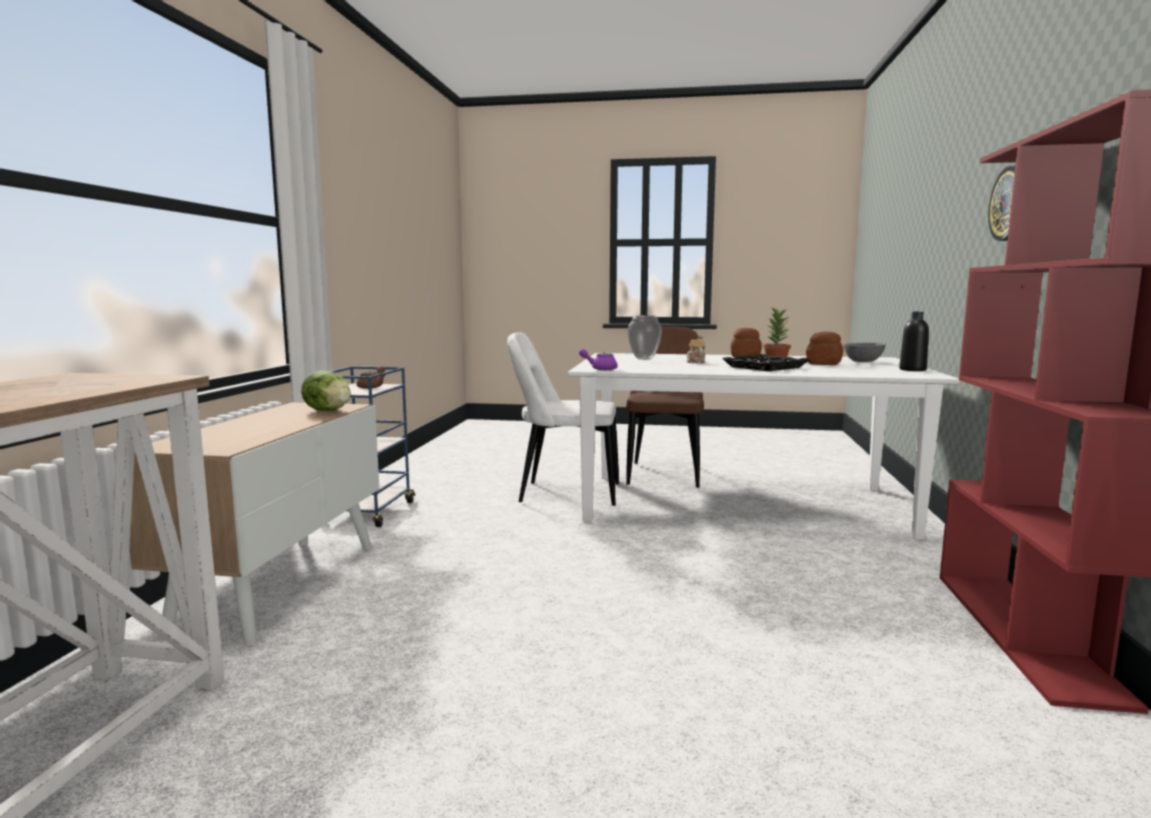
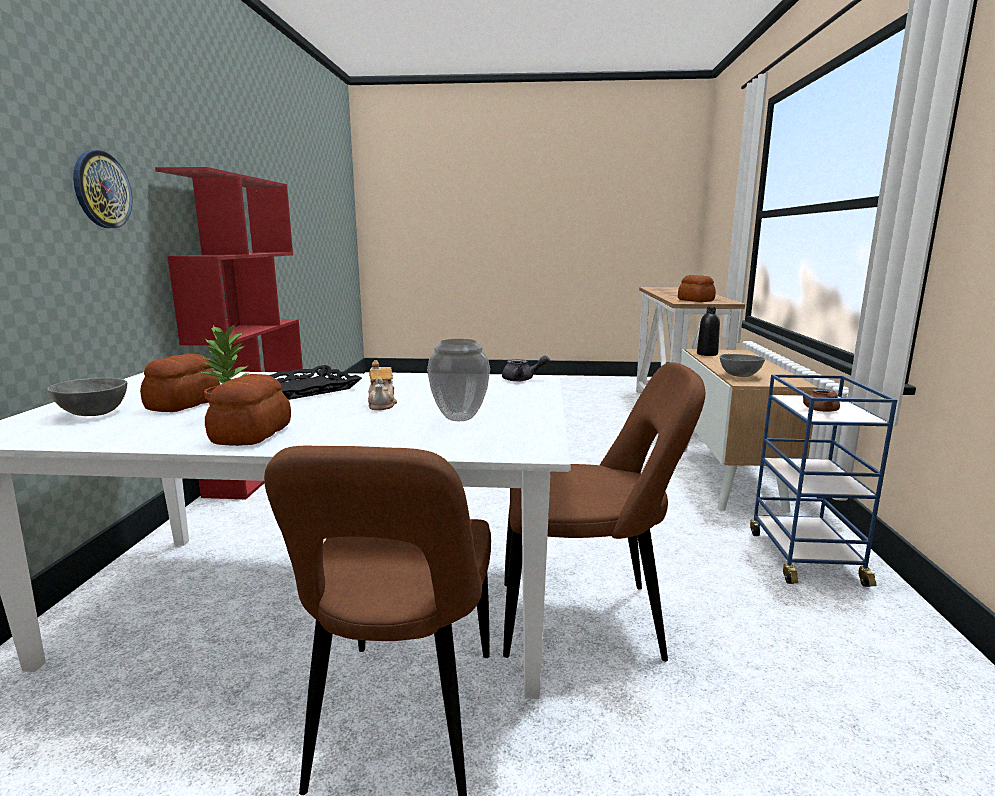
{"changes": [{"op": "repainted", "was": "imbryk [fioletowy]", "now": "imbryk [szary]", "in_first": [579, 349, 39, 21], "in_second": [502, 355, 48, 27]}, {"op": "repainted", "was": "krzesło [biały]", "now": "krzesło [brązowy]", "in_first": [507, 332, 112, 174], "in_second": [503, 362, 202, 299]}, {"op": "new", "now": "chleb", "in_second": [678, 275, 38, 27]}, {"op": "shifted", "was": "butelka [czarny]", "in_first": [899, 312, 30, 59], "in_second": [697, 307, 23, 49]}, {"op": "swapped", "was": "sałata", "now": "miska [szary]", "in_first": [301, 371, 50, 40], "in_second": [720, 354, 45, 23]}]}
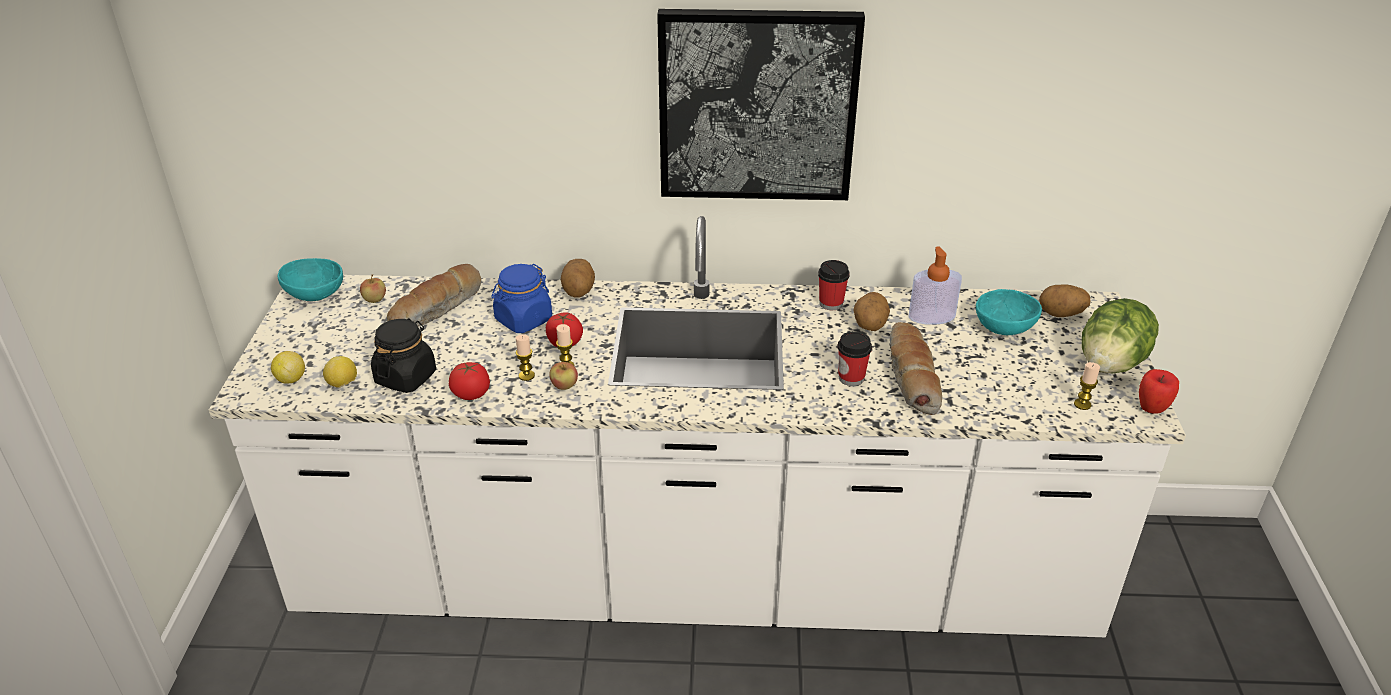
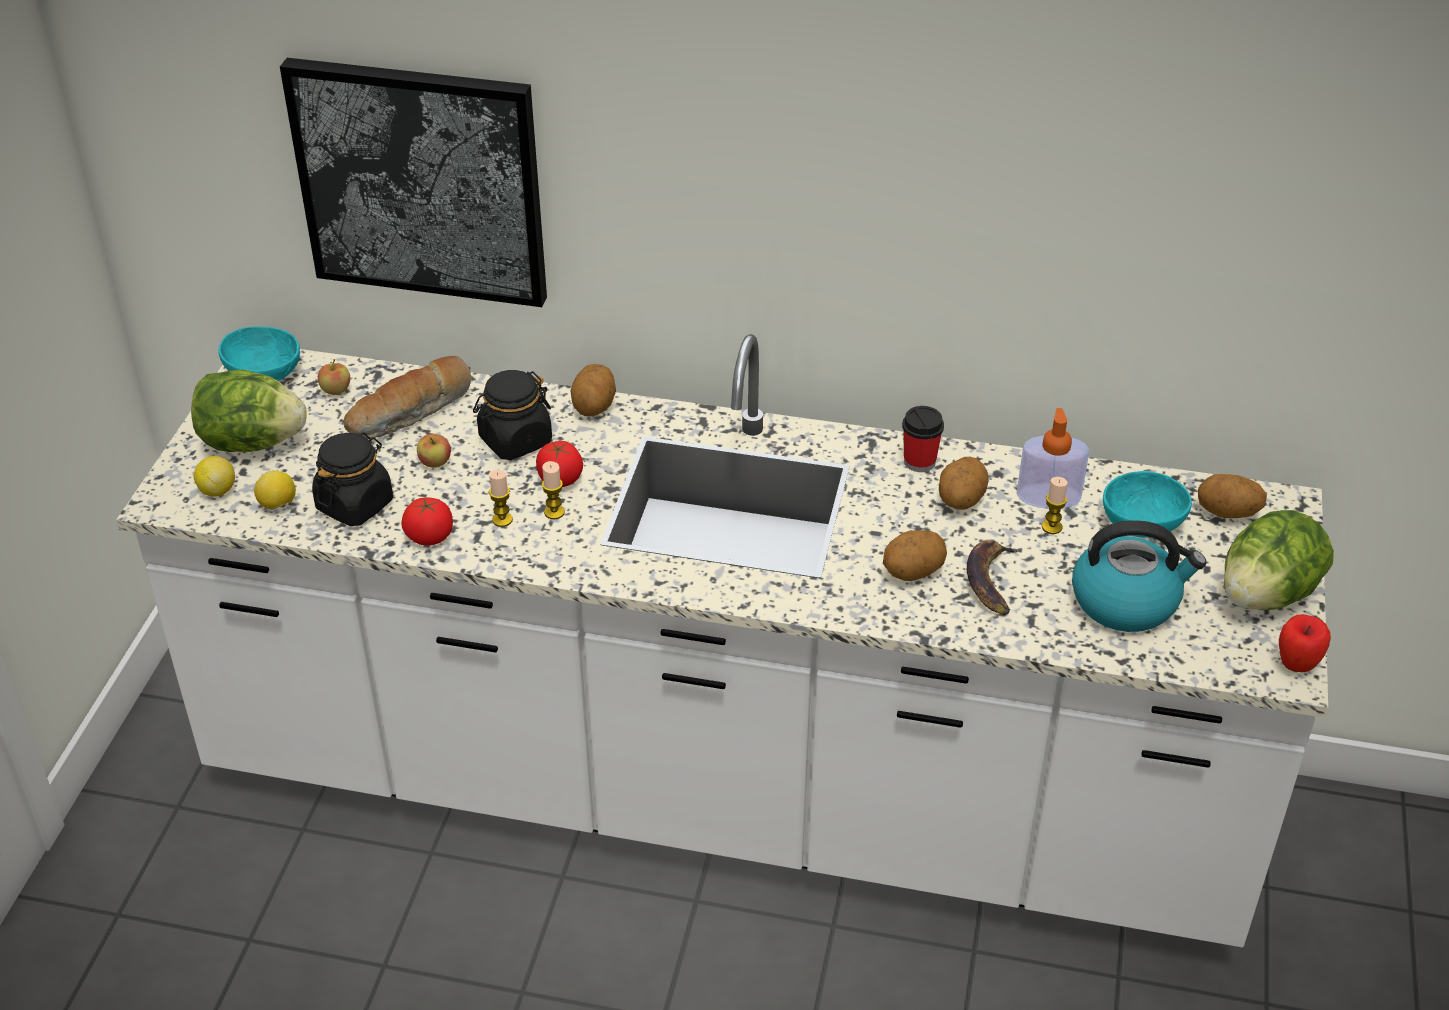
{"changes": [{"op": "new", "now": "sałata", "in_second": [191, 369, 116, 83]}, {"op": "shifted", "was": "obraz", "in_first": [657, 9, 208, 191], "in_second": [280, 58, 267, 249]}, {"op": "shifted", "was": "jabłko", "in_first": [549, 362, 29, 28], "in_second": [417, 434, 34, 34]}, {"op": "repainted", "was": "słoik [niebieski]", "now": "słoik [czarny]", "in_first": [491, 264, 61, 69], "in_second": [473, 370, 79, 90]}, {"op": "swapped", "was": "filiżanka", "now": "ziemniak", "in_first": [837, 331, 35, 55], "in_second": [883, 530, 64, 51]}, {"op": "swapped", "was": "chleb", "now": "banan", "in_first": [890, 322, 52, 93], "in_second": [967, 540, 53, 75]}, {"op": "shifted", "was": "świeca", "in_first": [1074, 362, 26, 48], "in_second": [1042, 477, 26, 57]}, {"op": "new", "now": "czajnik", "in_second": [1072, 520, 135, 112]}]}
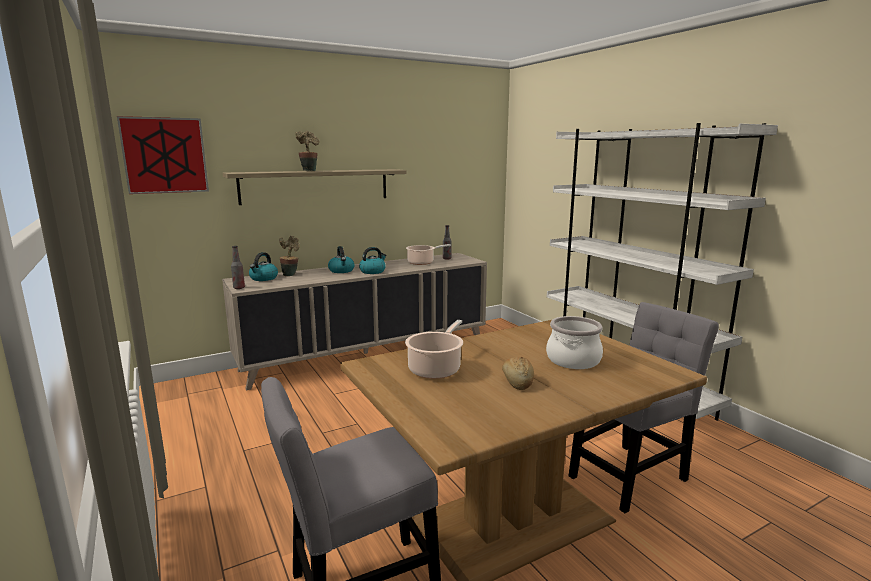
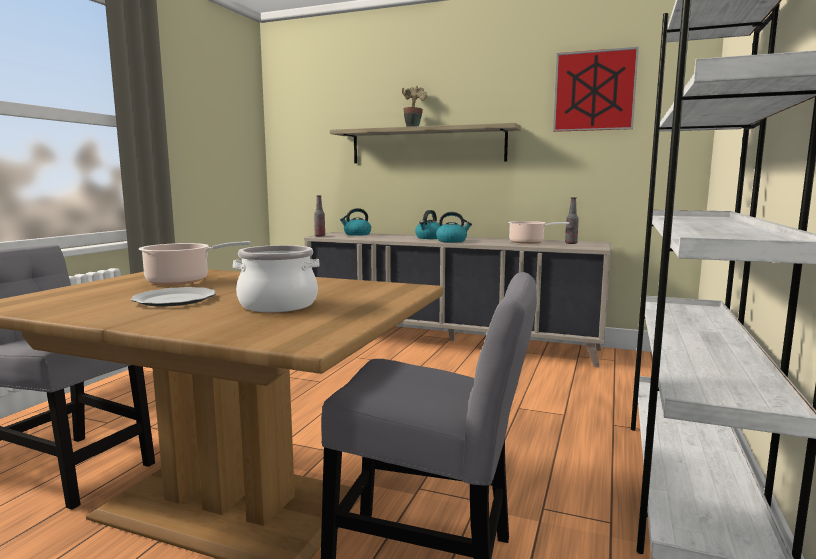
{"changes": [{"op": "swapped", "was": "chleb", "now": "talerz", "in_first": [502, 357, 32, 33], "in_second": [131, 287, 85, 20]}, {"op": "shifted", "was": "obraz", "in_first": [117, 116, 92, 78], "in_second": [553, 47, 86, 85]}, {"op": "gone", "was": "roślina doniczkowa", "in_first": [279, 236, 21, 40]}]}
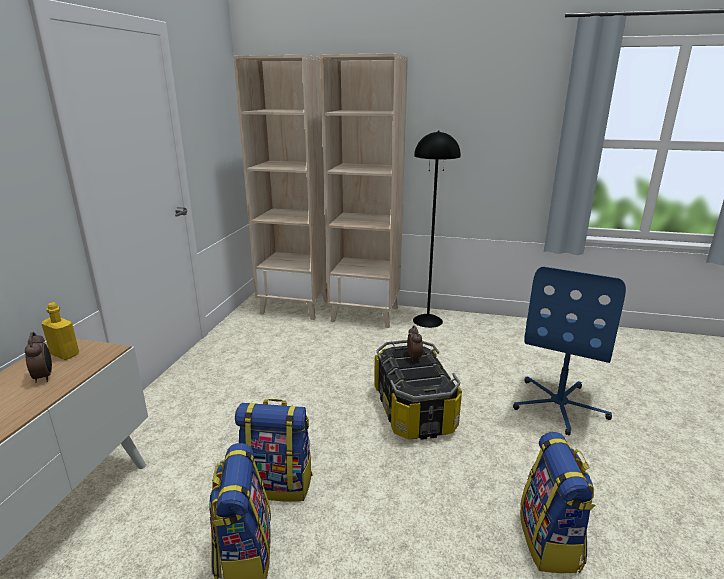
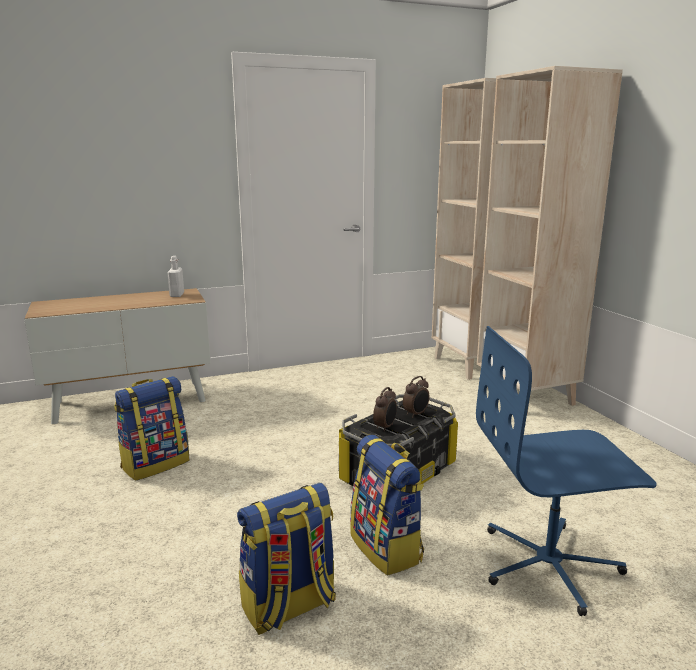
{"changes": [{"op": "repainted", "was": "butelka [żółty]", "now": "butelka [biały]", "in_first": [41, 302, 38, 58], "in_second": [167, 256, 17, 41]}, {"op": "shifted", "was": "plecak", "in_first": [235, 399, 78, 103], "in_second": [350, 435, 74, 141]}, {"op": "shifted", "was": "budzik", "in_first": [25, 332, 27, 51], "in_second": [373, 387, 24, 45]}, {"op": "gone", "was": "lampa stojąca [czarny]", "in_first": [413, 131, 48, 197]}]}
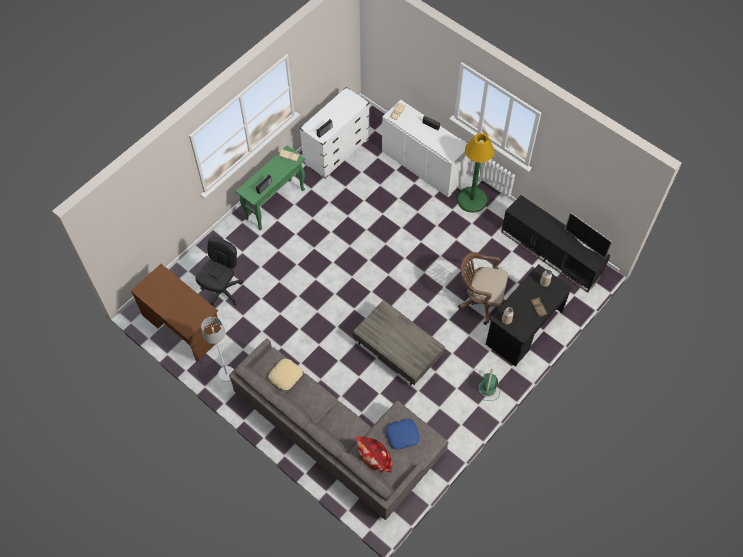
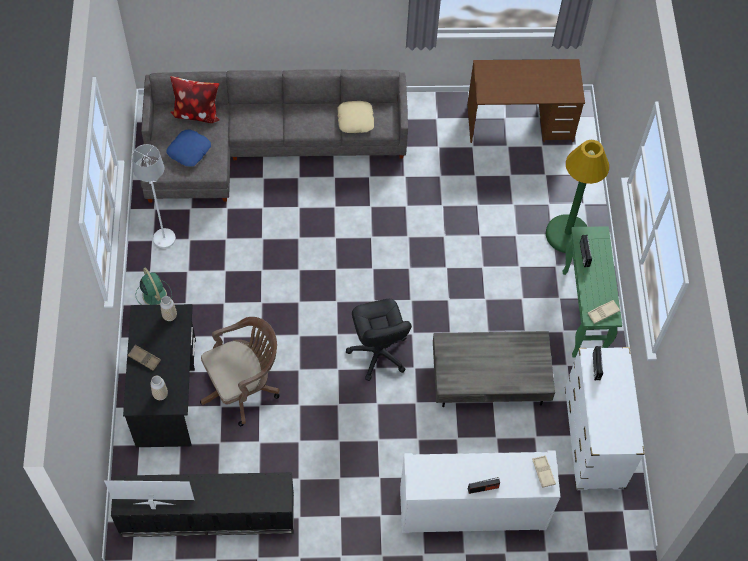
{"changes": [{"op": "shifted", "was": "lampa stojąca [biały]", "in_first": [201, 317, 33, 65], "in_second": [132, 144, 44, 104]}, {"op": "shifted", "was": "krzesło biurowe [czarny]", "in_first": [196, 237, 47, 70], "in_second": [346, 299, 66, 82]}, {"op": "shifted", "was": "ława [szary]", "in_first": [353, 300, 92, 85], "in_second": [433, 331, 122, 76]}, {"op": "shifted", "was": "lampa stojąca [zielony]", "in_first": [457, 133, 38, 80], "in_second": [546, 140, 63, 113]}]}
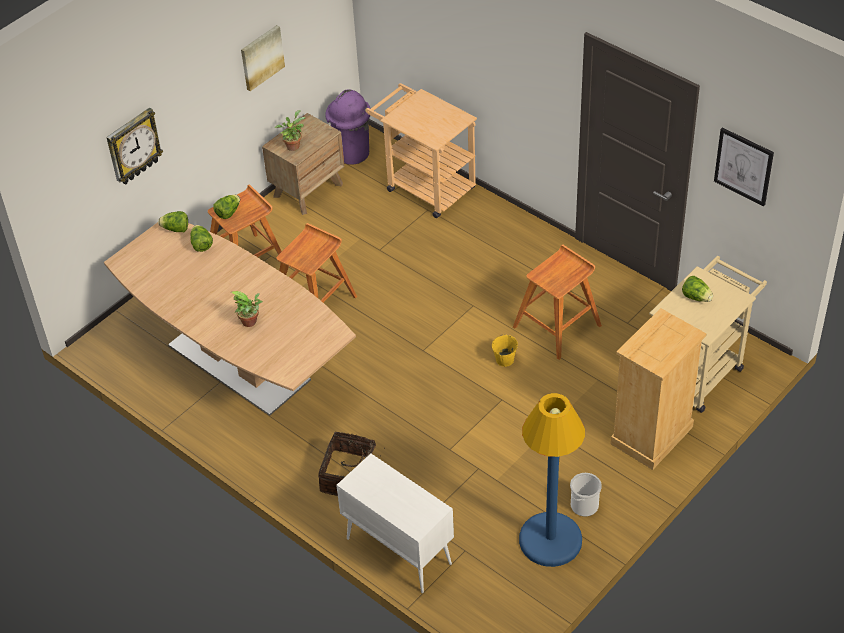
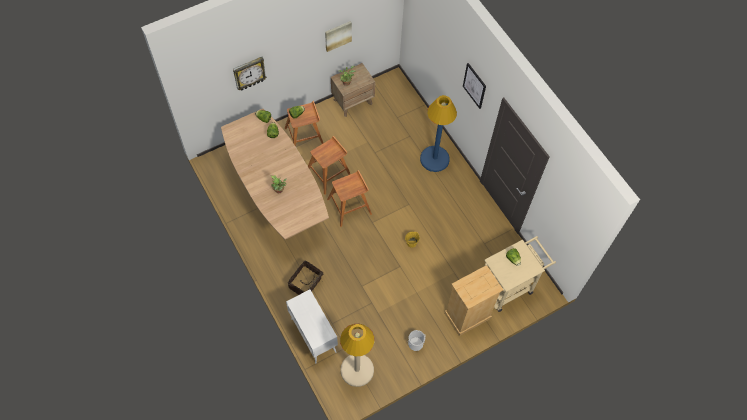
{"changes": [{"op": "shifted", "was": "stołek [brązowy]", "in_first": [513, 244, 89, 116], "in_second": [327, 170, 45, 57]}, {"op": "new", "now": "lampa stojąca [beżowy]", "in_second": [340, 324, 34, 63]}, {"op": "shifted", "was": "lampa stojąca [niebieski]", "in_first": [519, 393, 66, 174], "in_second": [420, 95, 37, 77]}, {"op": "shifted", "was": "obraz", "in_first": [714, 128, 60, 78], "in_second": [463, 63, 23, 46]}, {"op": "gone", "was": "kosz na śmieci [fioletowy]", "in_first": [325, 89, 46, 76]}, {"op": "gone", "was": "wózek [beżowy]", "in_first": [365, 83, 112, 135]}]}
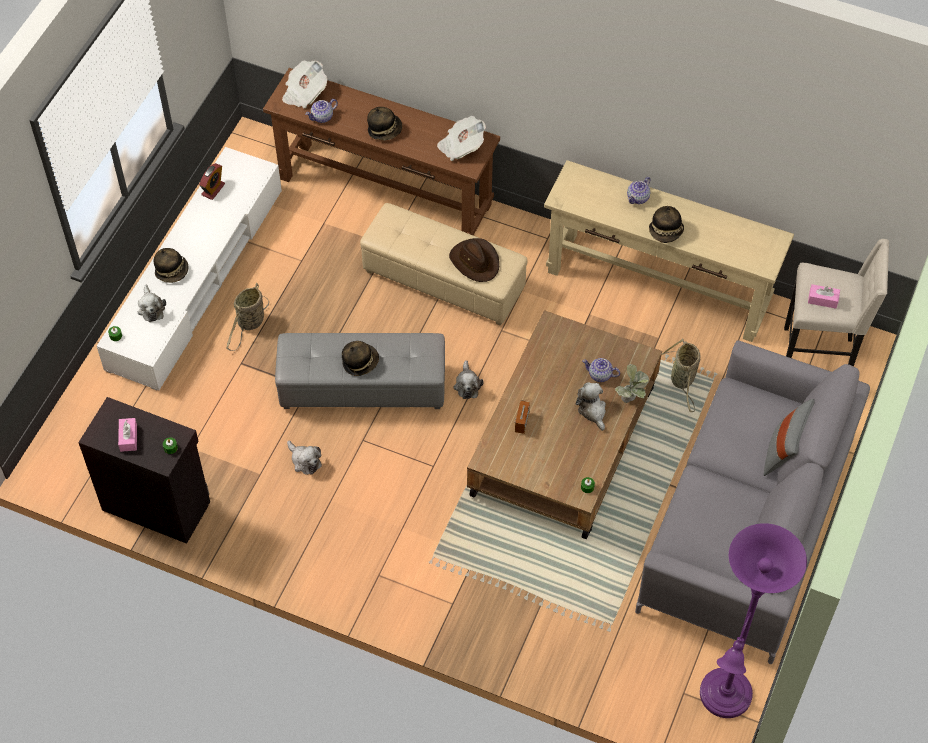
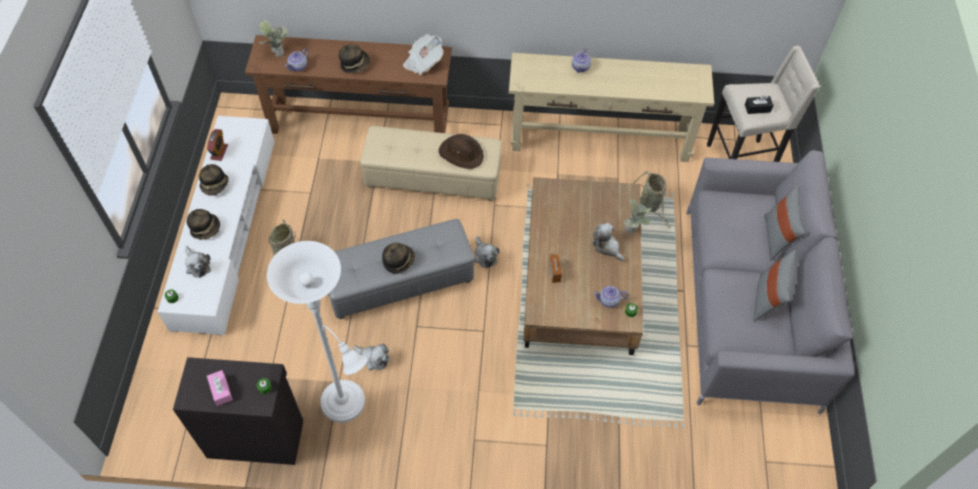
{"changes": [{"op": "shifted", "was": "kapelusz", "in_first": [649, 206, 35, 37], "in_second": [199, 164, 30, 32]}, {"op": "swapped", "was": "gazeta", "now": "roślina doniczkowa", "in_first": [282, 60, 45, 49], "in_second": [259, 20, 29, 37]}, {"op": "new", "now": "lampa stojąca [biały]", "in_second": [267, 241, 101, 182]}, {"op": "shifted", "was": "imbryk", "in_first": [582, 358, 38, 24], "in_second": [593, 286, 35, 22]}, {"op": "repainted", "was": "pudełko chusteczek [różowy]", "now": "pudełko chusteczek [czarny]", "in_first": [808, 284, 32, 24], "in_second": [745, 95, 29, 19]}, {"op": "new", "now": "poduszka [szary]", "in_second": [754, 250, 43, 72]}, {"op": "gone", "was": "lampa stojąca [fioletowy]", "in_first": [700, 523, 107, 195]}]}
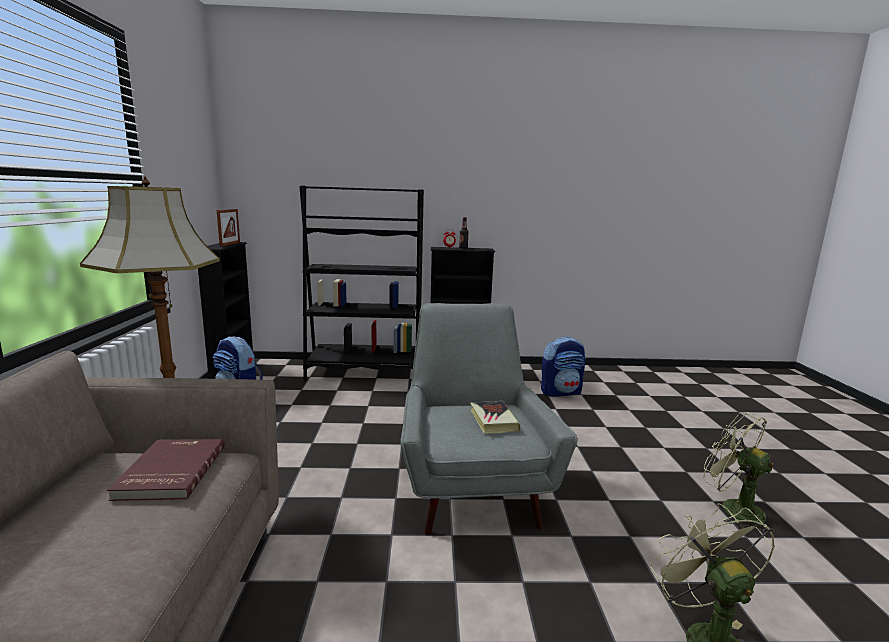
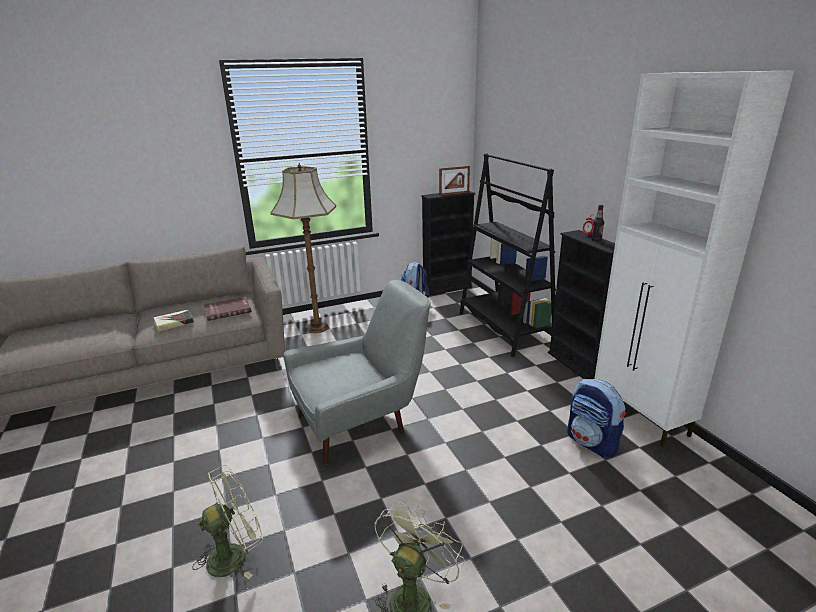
{"changes": [{"op": "shifted", "was": "książka", "in_first": [470, 401, 50, 33], "in_second": [153, 310, 41, 22]}, {"op": "new", "now": "szafka [biały]", "in_second": [594, 70, 200, 377]}]}
